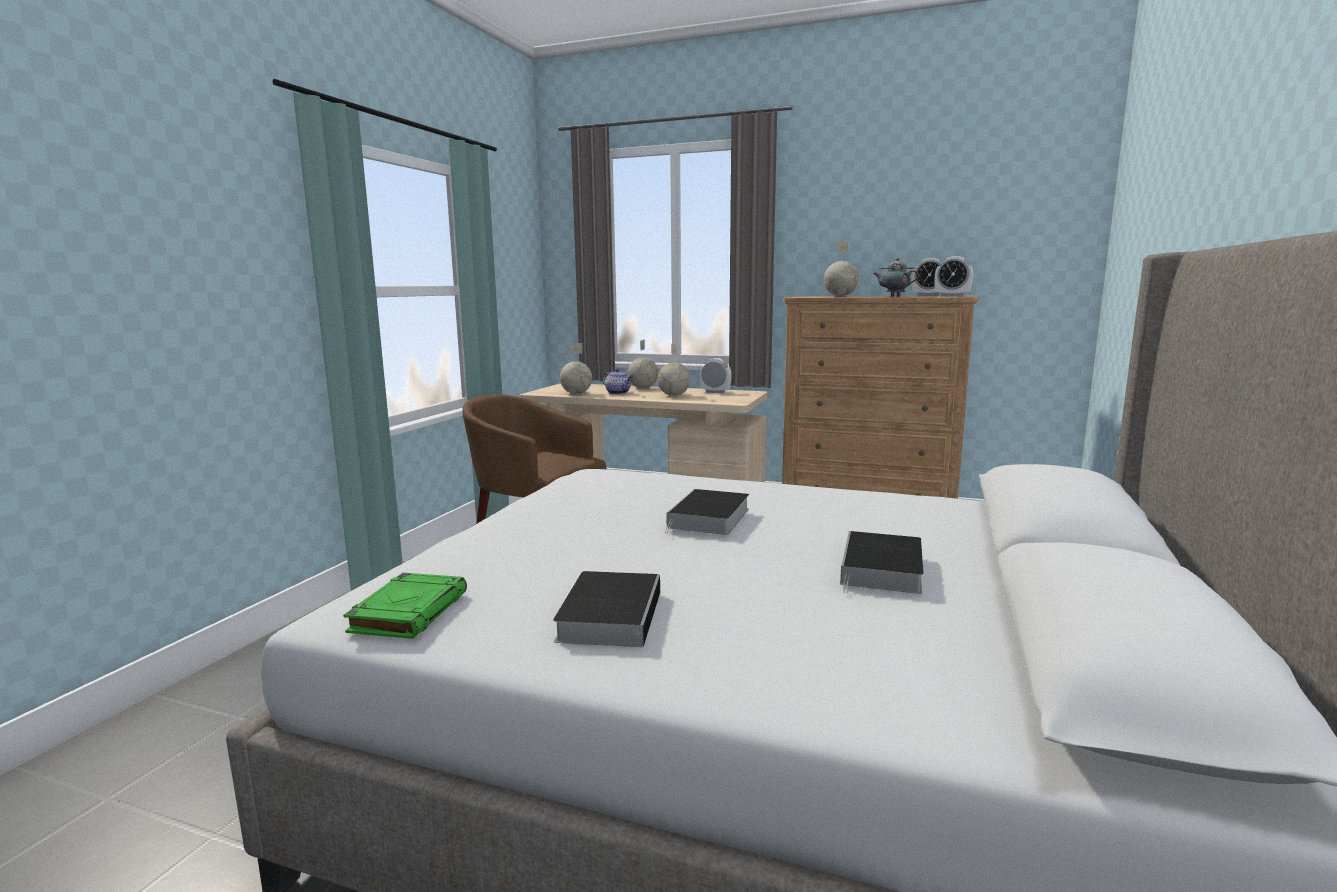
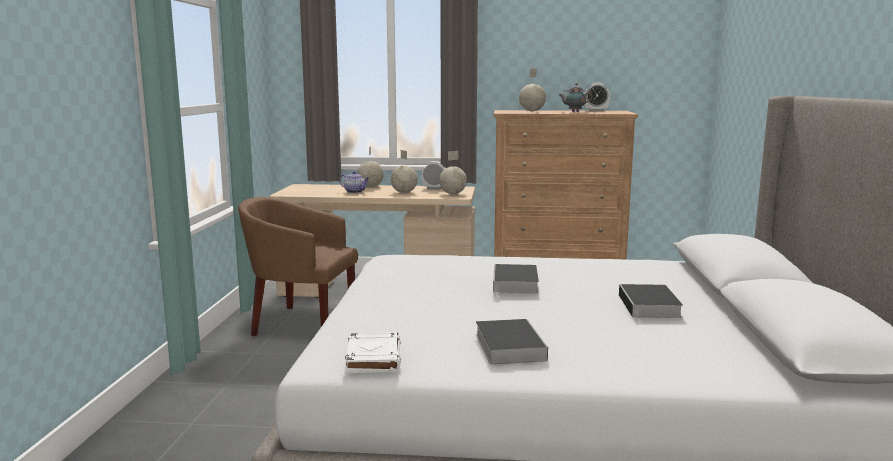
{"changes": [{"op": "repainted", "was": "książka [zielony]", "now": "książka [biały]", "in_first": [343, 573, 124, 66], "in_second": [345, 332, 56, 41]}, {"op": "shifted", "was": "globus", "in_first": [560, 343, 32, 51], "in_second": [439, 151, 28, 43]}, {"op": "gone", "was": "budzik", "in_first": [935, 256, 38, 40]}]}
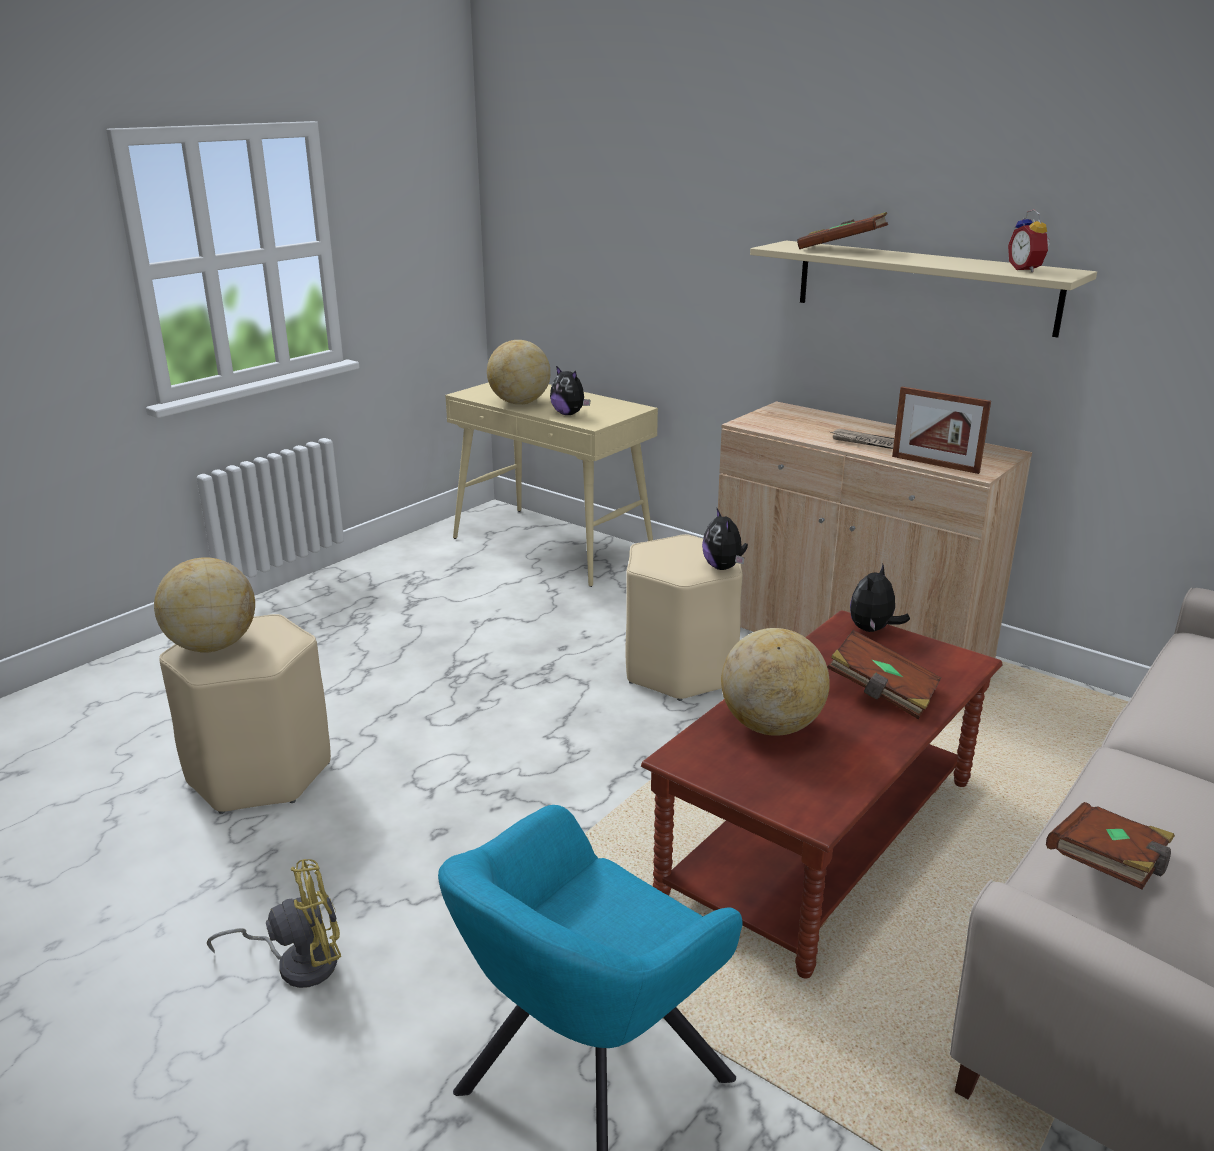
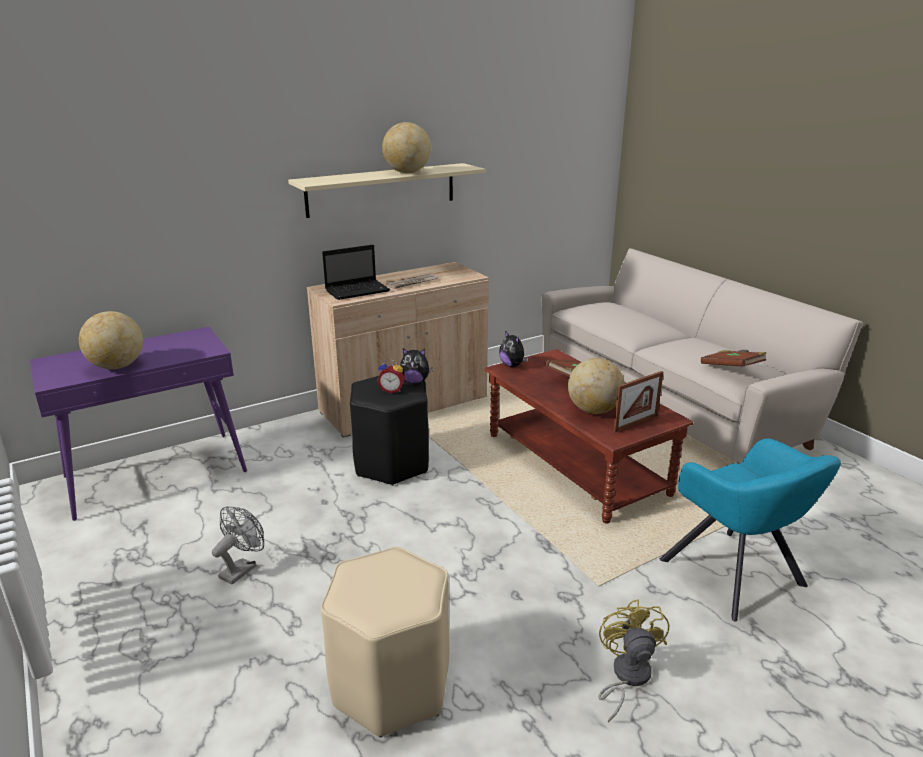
{"changes": [{"op": "repainted", "was": "stolik konsolowy [beżowy]", "now": "stolik konsolowy [fioletowy]", "in_first": [445, 382, 213, 205], "in_second": [30, 327, 217, 194]}, {"op": "new", "now": "wentylator [szary]", "in_second": [212, 507, 52, 78]}, {"op": "new", "now": "laptop", "in_second": [322, 245, 68, 55]}, {"op": "repainted", "was": "stołek [beżowy]", "now": "stołek [czarny]", "in_first": [626, 534, 116, 167], "in_second": [350, 376, 79, 110]}, {"op": "shifted", "was": "budzik", "in_first": [1008, 209, 42, 63], "in_second": [377, 359, 28, 35]}, {"op": "shifted", "was": "globus", "in_first": [154, 557, 101, 96], "in_second": [382, 122, 49, 51]}, {"op": "shifted", "was": "ramka na zdjęcie", "in_first": [892, 387, 99, 87], "in_second": [613, 371, 50, 61]}, {"op": "gone", "was": "pluszak", "in_first": [550, 366, 40, 49]}, {"op": "gone", "was": "książka [brązowy]", "in_first": [797, 212, 91, 37]}]}
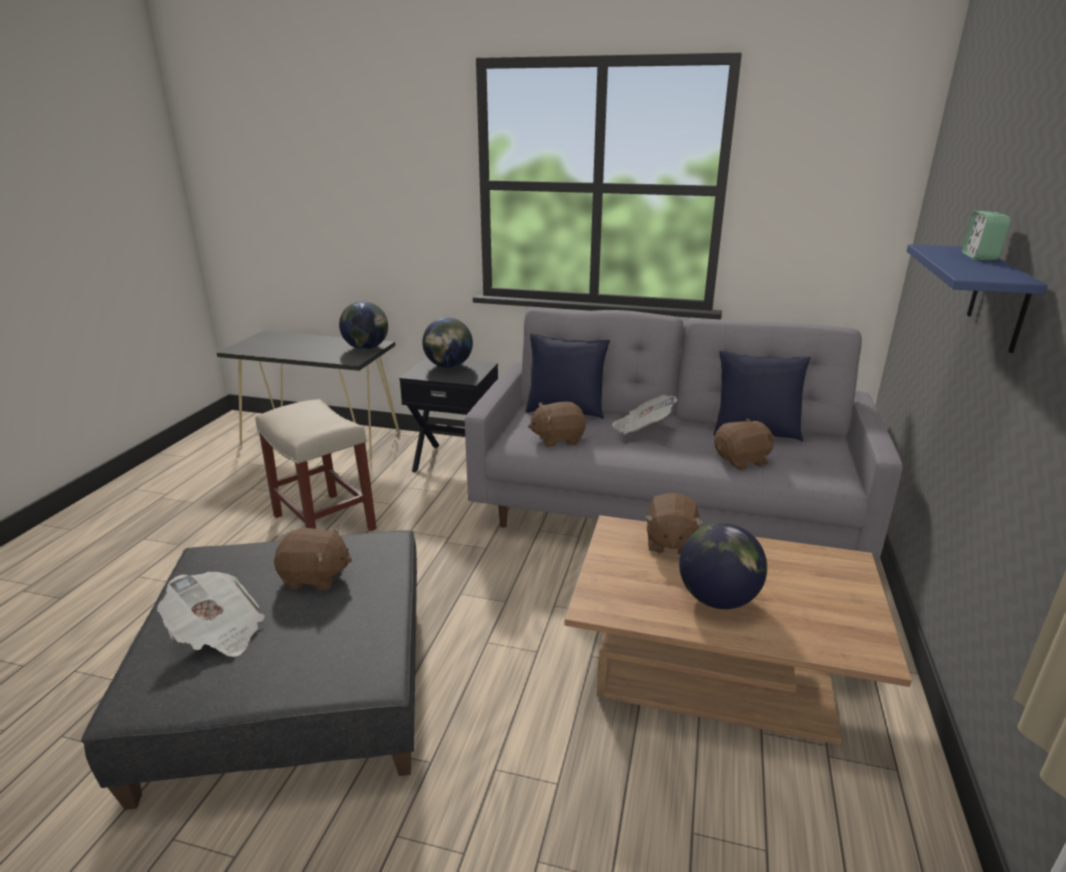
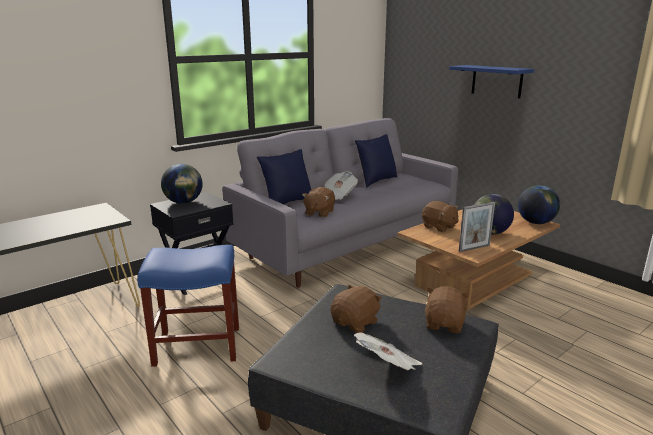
{"changes": [{"op": "repainted", "was": "stołek [beżowy]", "now": "stołek [niebieski]", "in_first": [256, 399, 121, 132], "in_second": [137, 245, 102, 122]}, {"op": "shifted", "was": "pluszak [brązowy]", "in_first": [714, 419, 61, 51], "in_second": [425, 286, 45, 47]}, {"op": "new", "now": "ramka na zdjęcie", "in_second": [459, 202, 36, 50]}, {"op": "shifted", "was": "globus", "in_first": [339, 301, 49, 48], "in_second": [518, 185, 42, 39]}, {"op": "gone", "was": "budzik", "in_first": [962, 211, 49, 49]}]}
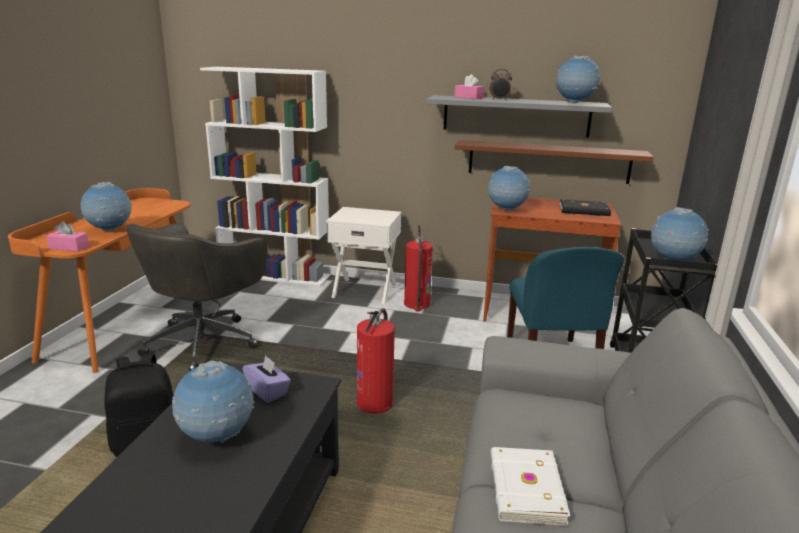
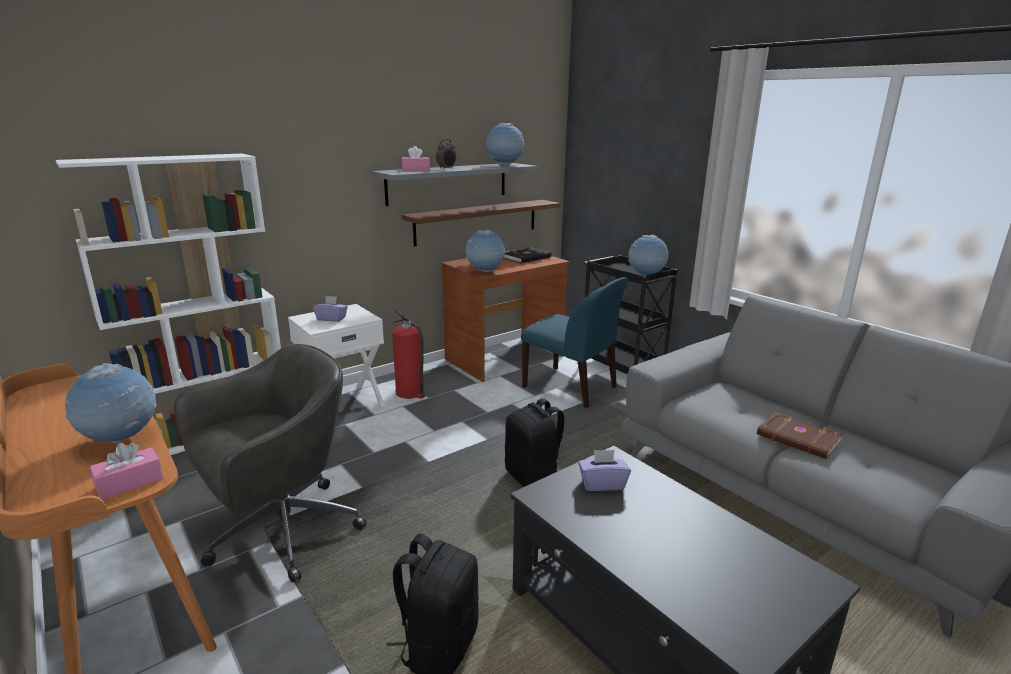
{"changes": [{"op": "rotated", "was": "krzesło biurowe [szary]", "in_first": [126, 223, 141, 148], "in_second": [174, 344, 192, 239], "clockwise": -105}, {"op": "new", "now": "pudełko chusteczek [fioletowy]", "in_second": [313, 296, 35, 26]}, {"op": "swapped", "was": "gaśnica", "now": "plecak [czarny]", "in_first": [357, 308, 38, 106], "in_second": [505, 398, 59, 89]}, {"op": "repainted", "was": "książka [biały]", "now": "książka [brązowy]", "in_first": [491, 447, 79, 79], "in_second": [757, 412, 86, 47]}, {"op": "gone", "was": "globus", "in_first": [172, 361, 83, 82]}]}
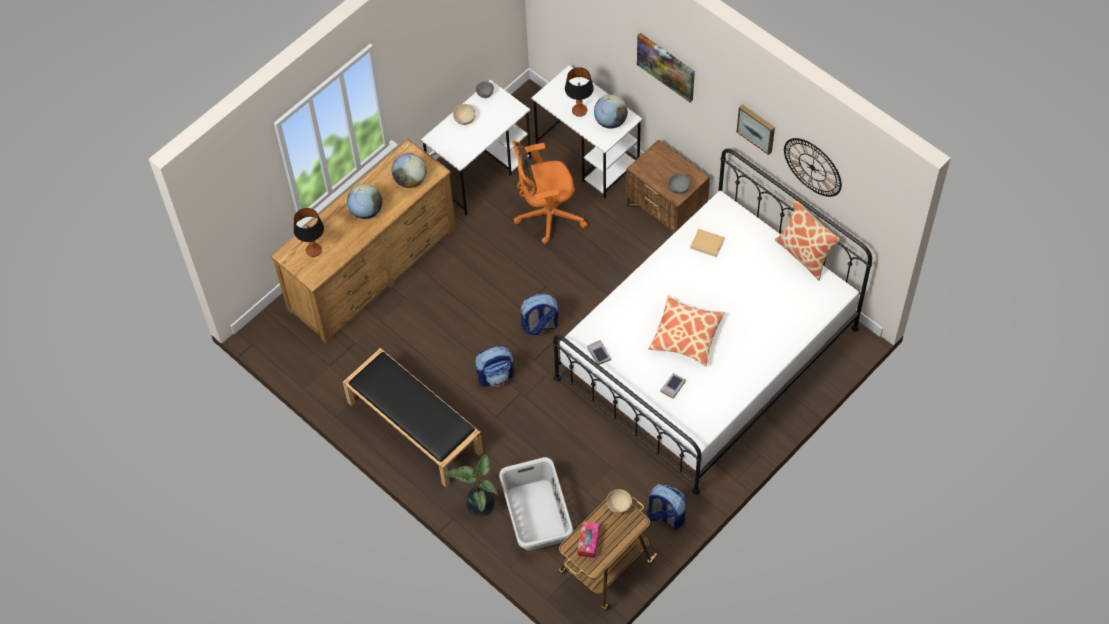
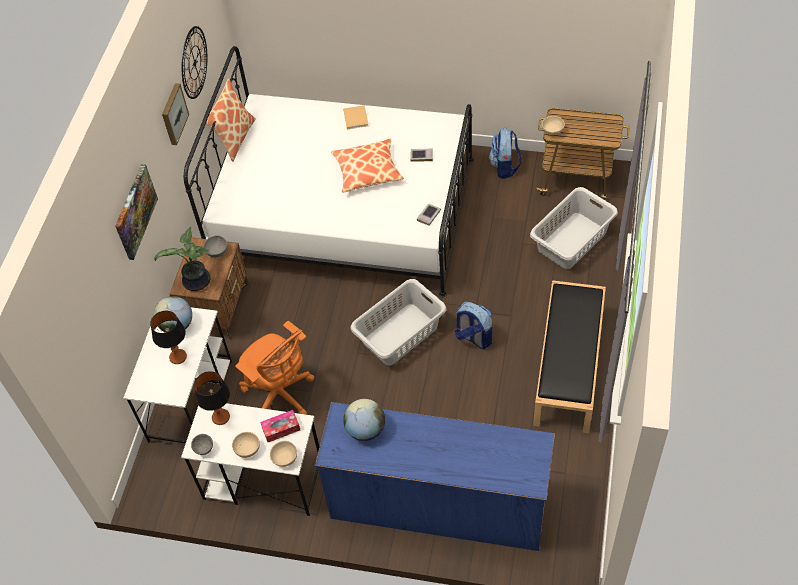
{"changes": [{"op": "shifted", "was": "roślina doniczkowa", "in_first": [443, 454, 56, 62], "in_second": [154, 227, 57, 64]}, {"op": "shifted", "was": "lampa stołowa", "in_first": [294, 208, 30, 49], "in_second": [194, 371, 36, 54]}, {"op": "shifted", "was": "pudełko chusteczek", "in_first": [577, 521, 23, 37], "in_second": [260, 410, 40, 32]}, {"op": "new", "now": "miska [beżowy]", "in_second": [270, 441, 27, 26]}, {"op": "repainted", "was": "komoda [brązowy]", "now": "komoda [niebieski]", "in_first": [270, 138, 186, 206], "in_second": [315, 402, 240, 149]}, {"op": "shifted", "was": "książka [beżowy]", "in_first": [690, 229, 35, 28], "in_second": [343, 105, 26, 24]}, {"op": "swapped", "was": "plecak", "now": "kosz na pranie [szary]", "in_first": [520, 294, 38, 41], "in_second": [350, 279, 96, 86]}, {"op": "gone", "was": "globus", "in_first": [347, 184, 35, 35]}]}
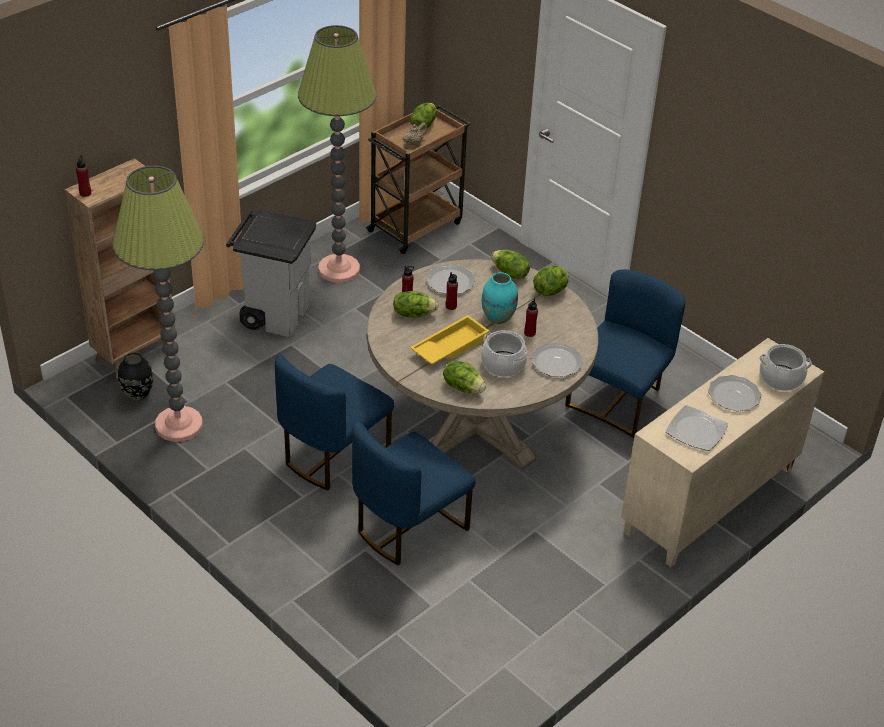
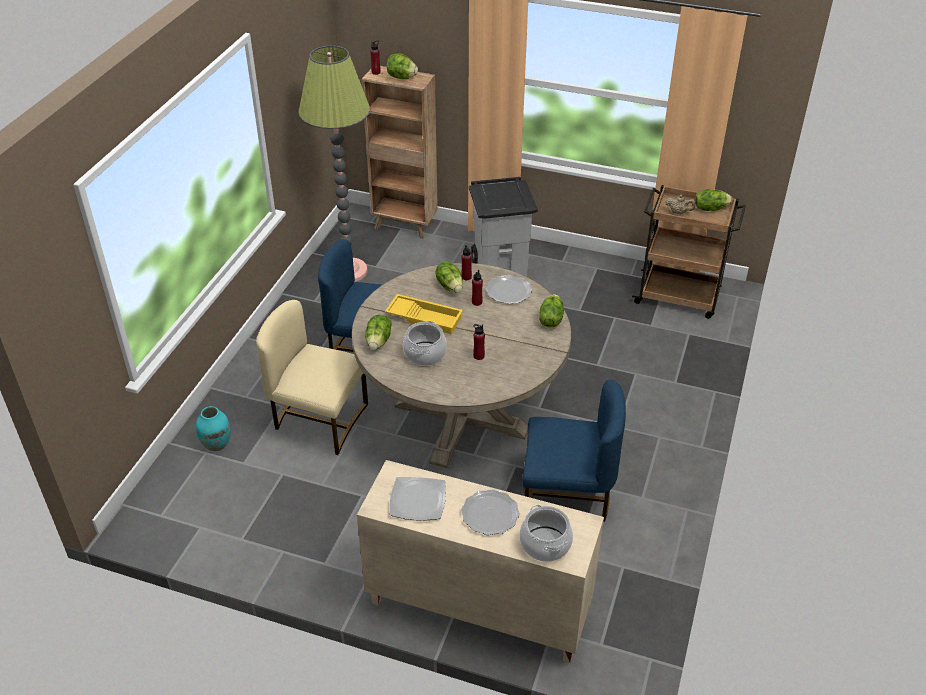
{"changes": [{"op": "shifted", "was": "wazon [turkusowy]", "in_first": [482, 272, 36, 52], "in_second": [196, 406, 35, 45]}, {"op": "repainted", "was": "krzesło [niebieski]", "now": "krzesło [beżowy]", "in_first": [352, 421, 123, 144], "in_second": [256, 300, 112, 155]}, {"op": "shifted", "was": "sałata", "in_first": [533, 265, 35, 31], "in_second": [387, 53, 31, 26]}, {"op": "gone", "was": "wazon [czarny]", "in_first": [118, 353, 35, 47]}, {"op": "gone", "was": "lampa stojąca", "in_first": [298, 25, 78, 258]}, {"op": "gone", "was": "talerz", "in_first": [531, 343, 52, 34]}]}
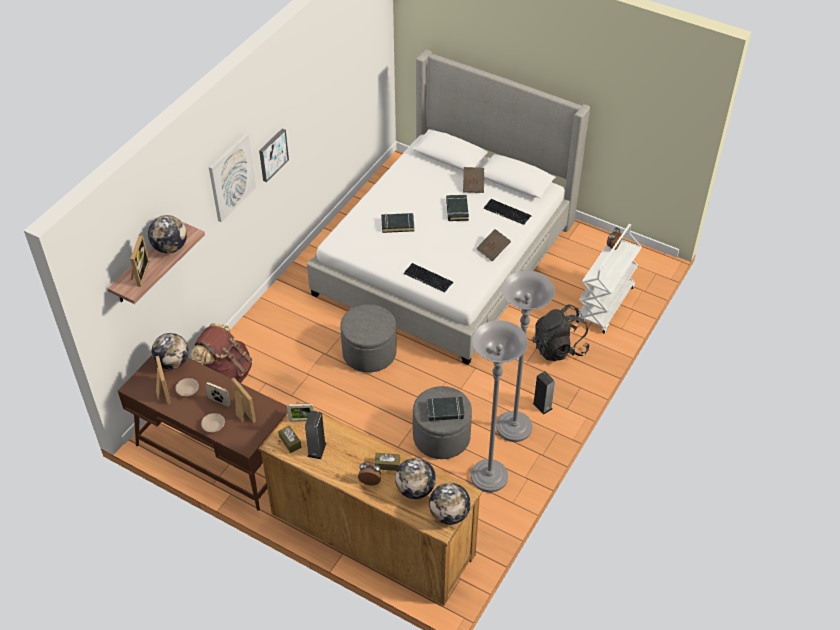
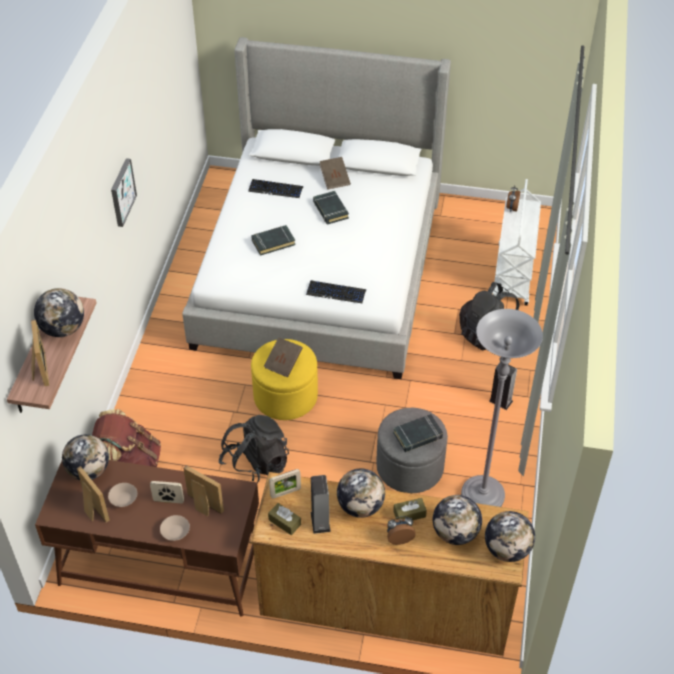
{"changes": [{"op": "new", "now": "plecak [czarny]", "in_second": [218, 415, 71, 69]}, {"op": "shifted", "was": "klawiatura", "in_first": [484, 199, 47, 26], "in_second": [248, 179, 55, 19]}, {"op": "repainted", "was": "pufa [szary]", "now": "pufa [żółty]", "in_first": [340, 304, 57, 68], "in_second": [251, 339, 67, 81]}, {"op": "shifted", "was": "książka [brązowy]", "in_first": [477, 229, 34, 32], "in_second": [264, 337, 39, 41]}, {"op": "new", "now": "globus", "in_second": [337, 469, 48, 49]}, {"op": "gone", "was": "obraz", "in_first": [209, 133, 47, 89]}, {"op": "gone", "was": "lampa stojąca [szary]", "in_first": [496, 270, 59, 172]}]}
